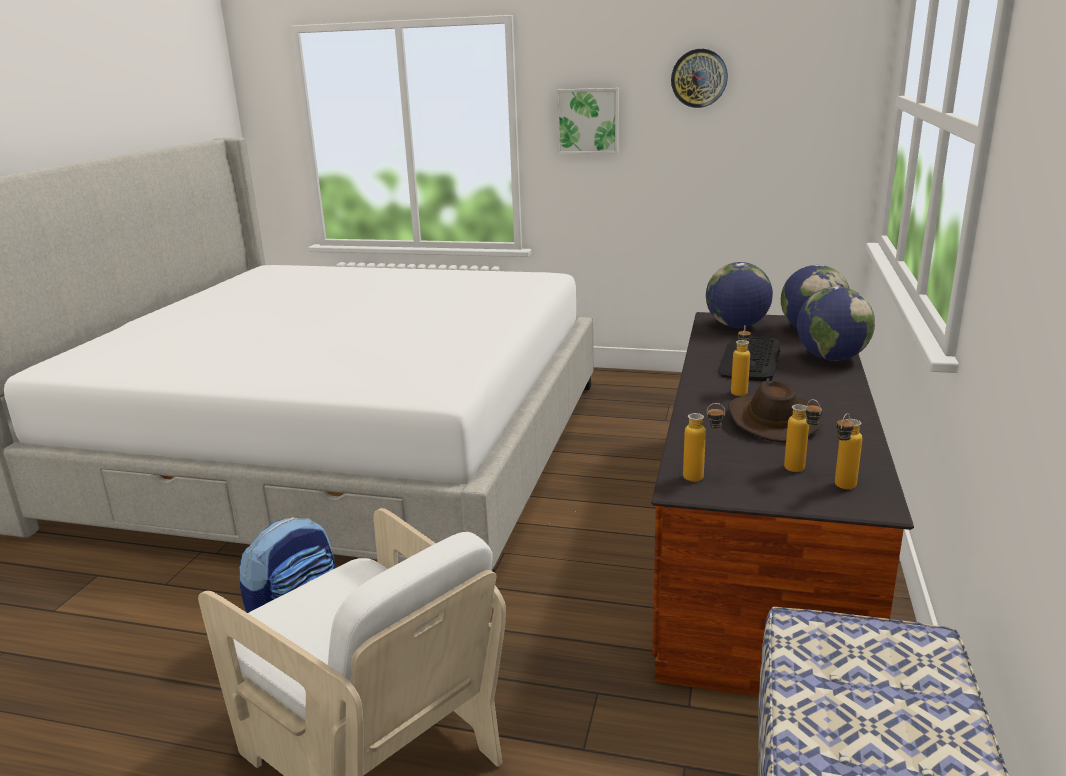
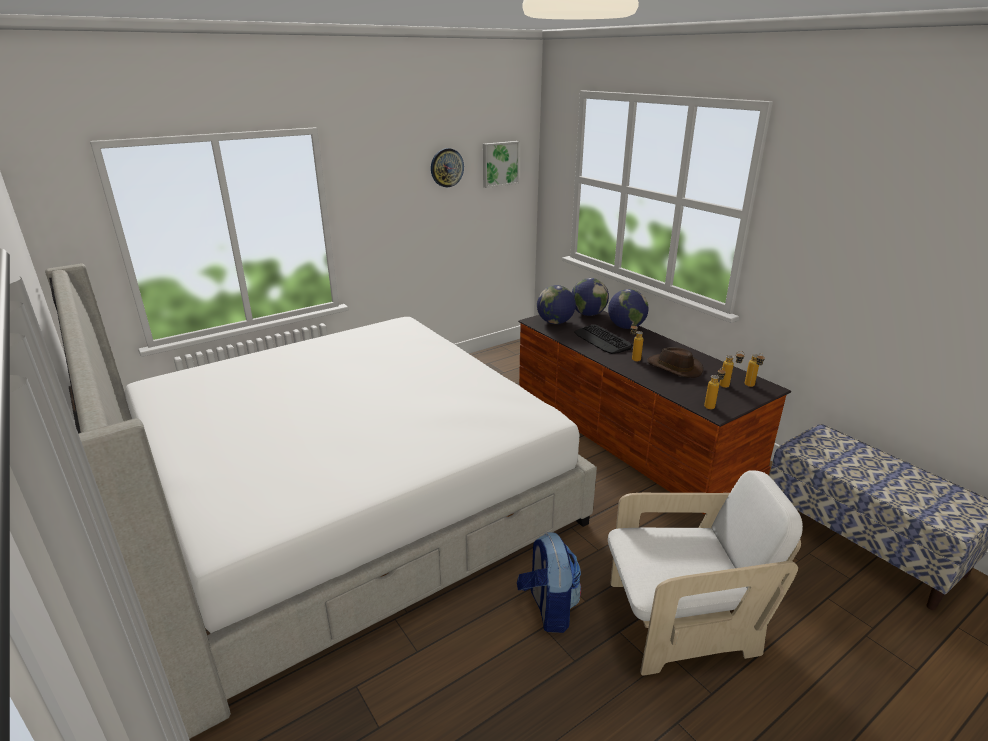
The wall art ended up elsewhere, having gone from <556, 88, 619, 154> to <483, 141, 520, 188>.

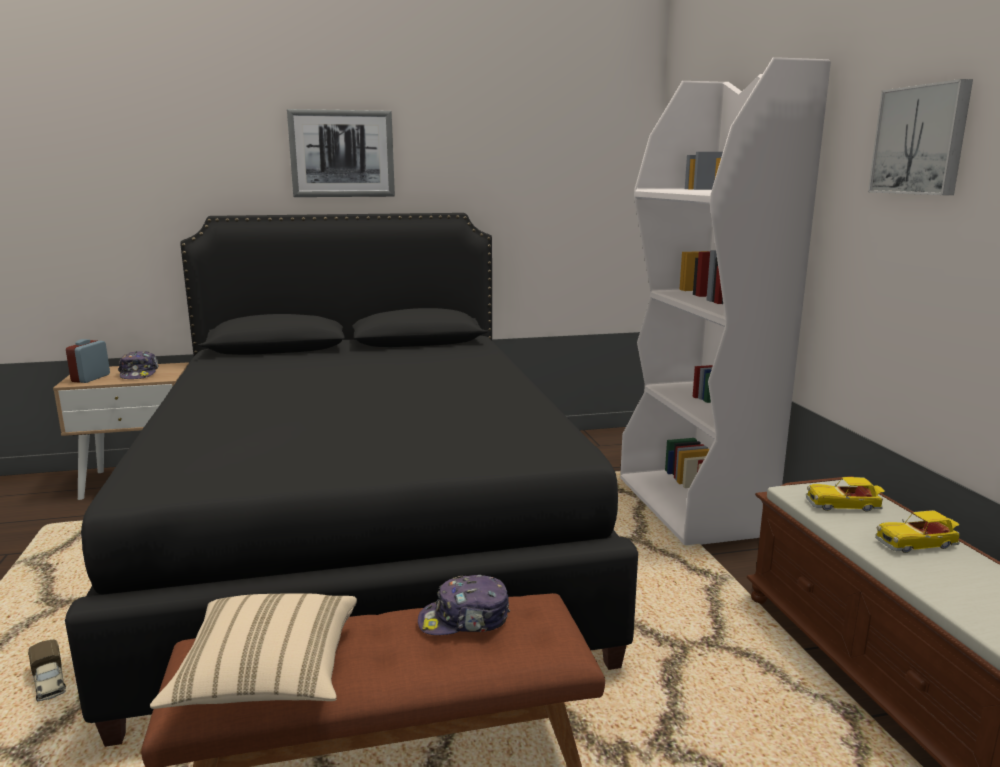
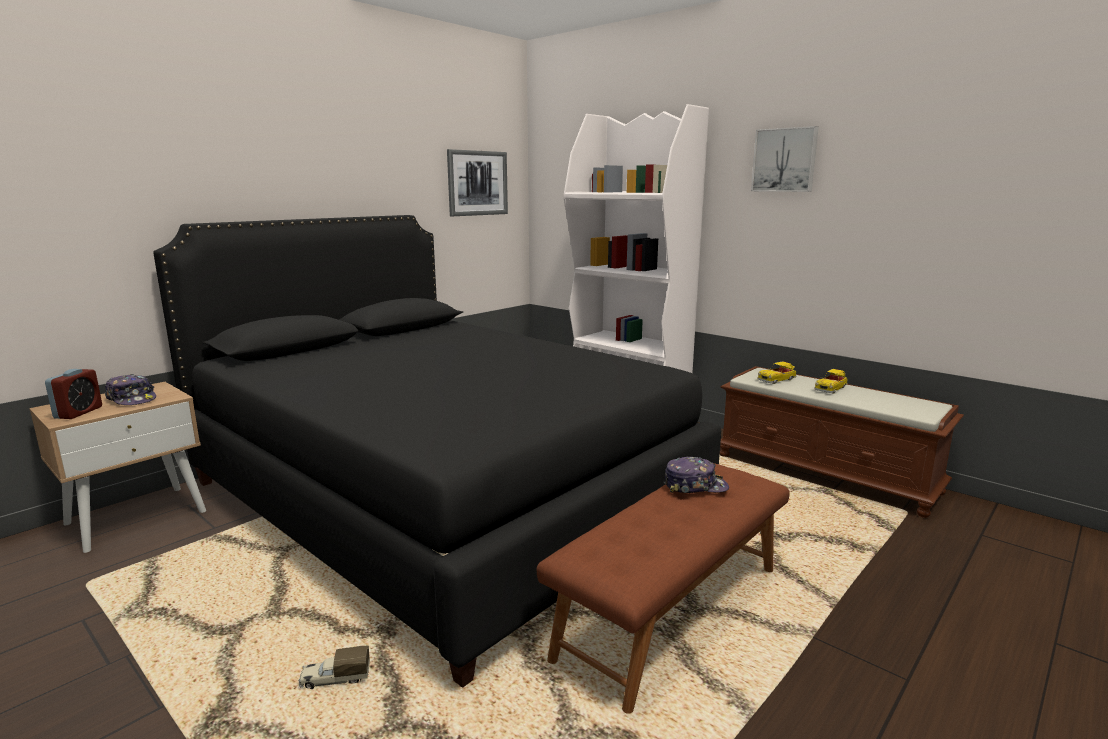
The second view lost the beige cushion at <150, 593, 357, 709>. The wall art ended up elsewhere, having gone from <287, 109, 395, 197> to <447, 149, 508, 216>. The toy truck at <28, 640, 66, 702> ended up facing another way, 150 degrees clockwise from before. The table clock at <66, 339, 110, 383> ended up facing another way, 150 degrees counterclockwise from before. The baseball cap at <418, 575, 510, 635> ended up facing another way, 135 degrees counterclockwise from before.

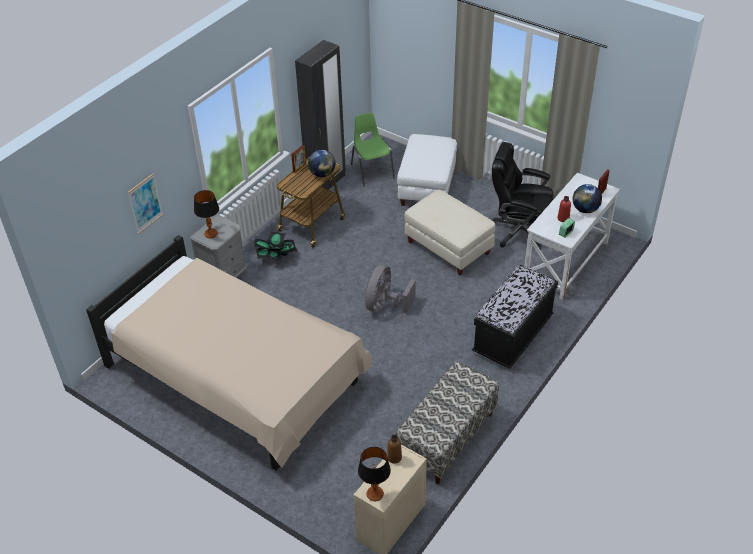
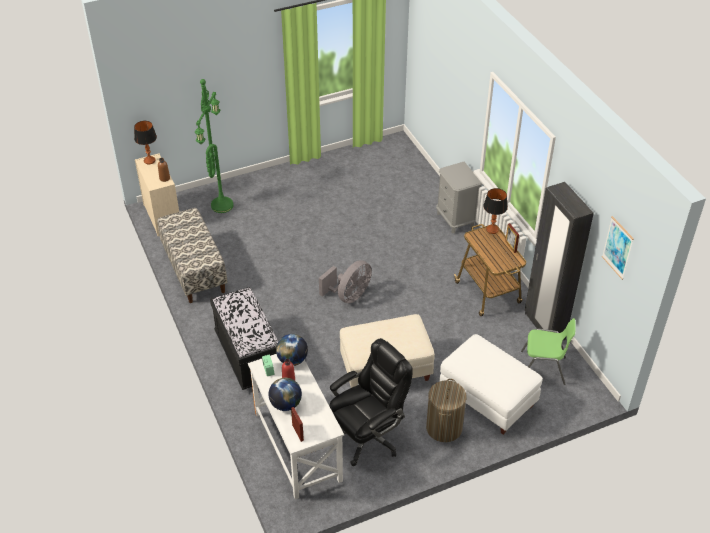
The second view lost the beige bed at <86, 235, 372, 471>. The second view lost the plant in a pot at <254, 232, 297, 260>. The second view gained the green standard lamp at <195, 79, 233, 213>. The second view gained the laundry basket at <426, 379, 467, 442>. The wall art ended up elsewhere, having gone from <128, 174, 163, 234> to <602, 216, 634, 280>. The tabletop lamp ended up elsewhere, having gone from <194, 190, 219, 238> to <483, 188, 508, 234>. The globe ended up elsewhere, having gone from <308, 150, 335, 177> to <276, 334, 308, 366>. The grey electric fan at <365, 265, 416, 314> ended up facing another way, 75 degrees clockwise from before.

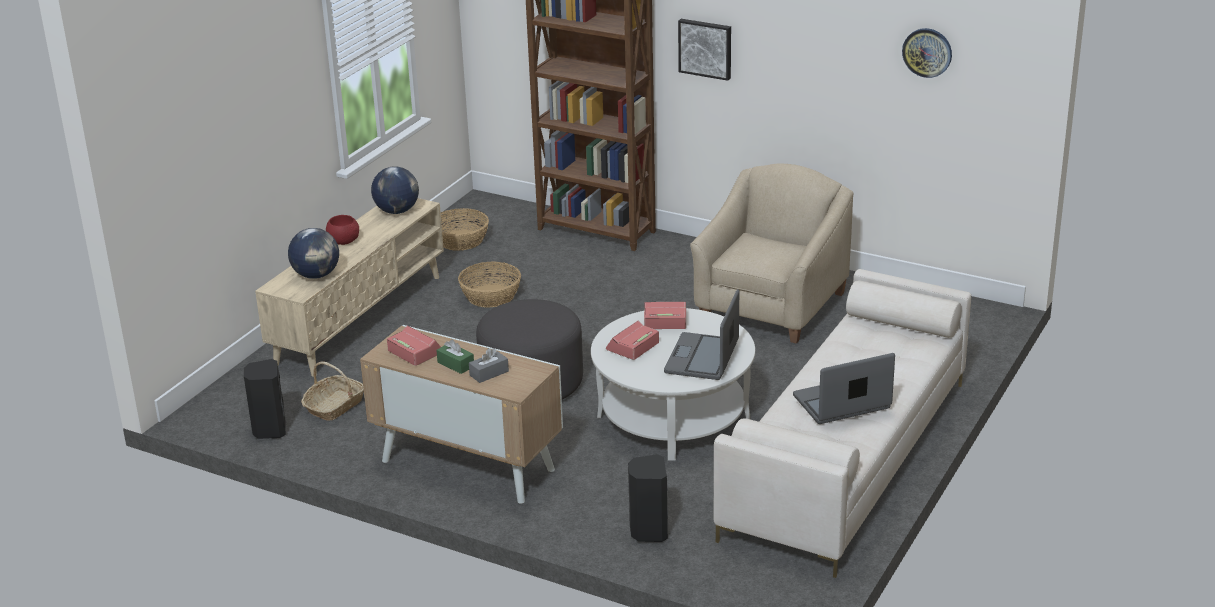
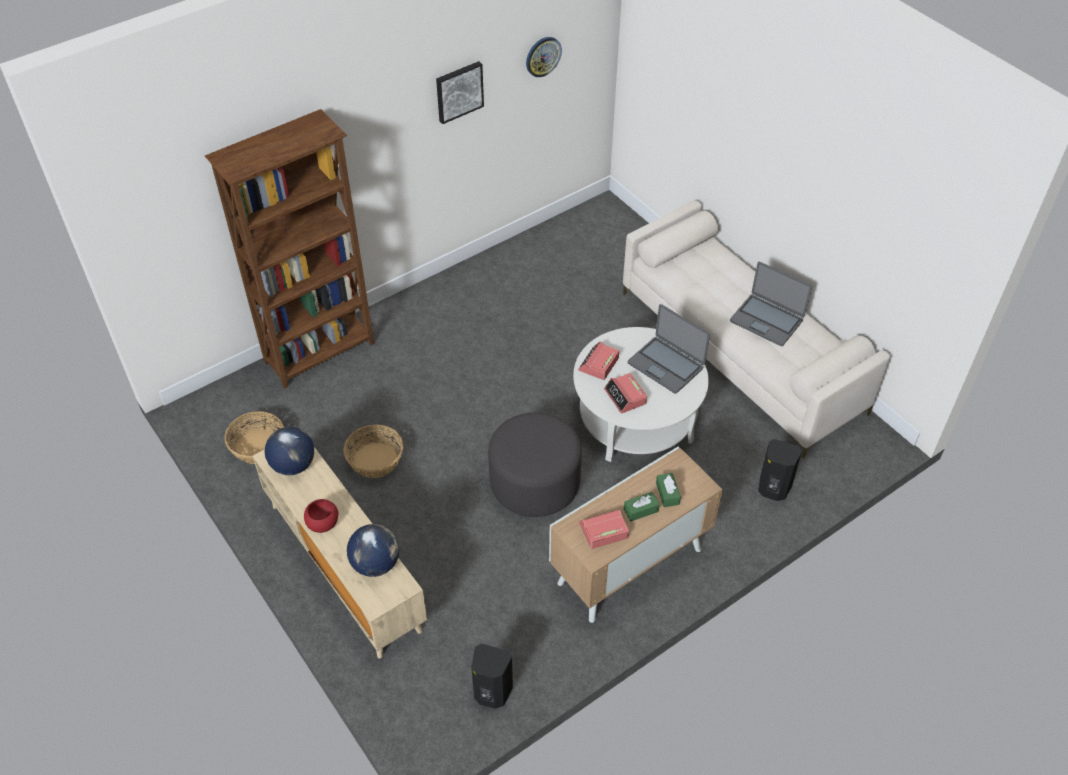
The second view lost the storage basket at <301, 361, 364, 421>. The second view lost the beige armchair at <690, 164, 853, 344>. The wall art ended up elsewhere, having gone from <678, 19, 731, 81> to <436, 61, 484, 124>. What was the grey tissue holder at <469, 348, 509, 383> turned into the green tissue holder at <656, 473, 681, 507>. The laptop at <793, 353, 895, 424> ended up facing another way, 60 degrees counterclockwise from before.

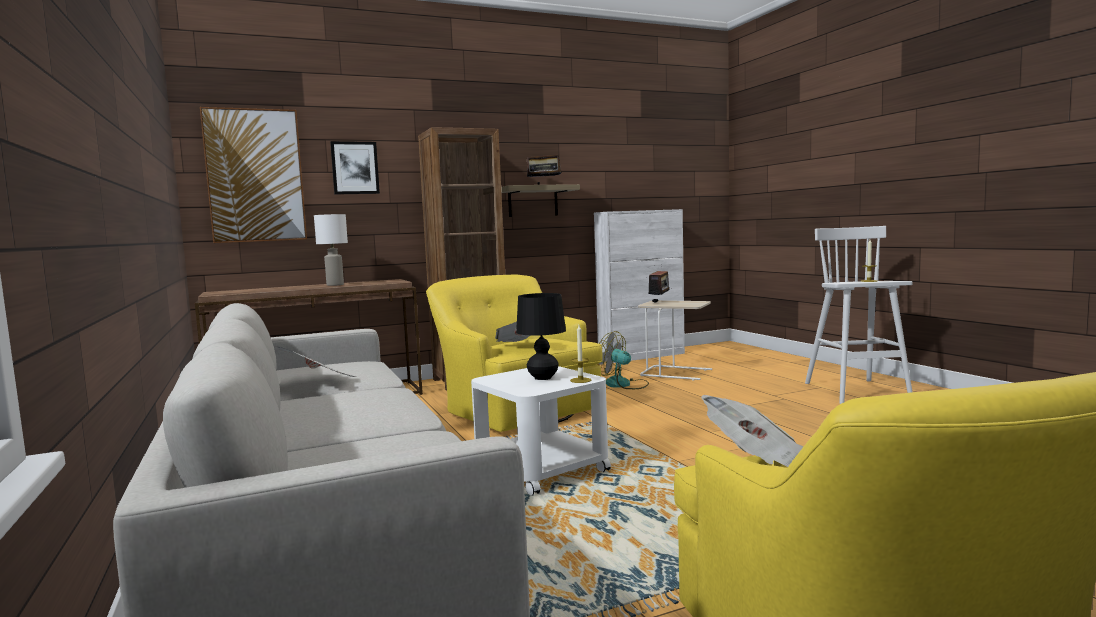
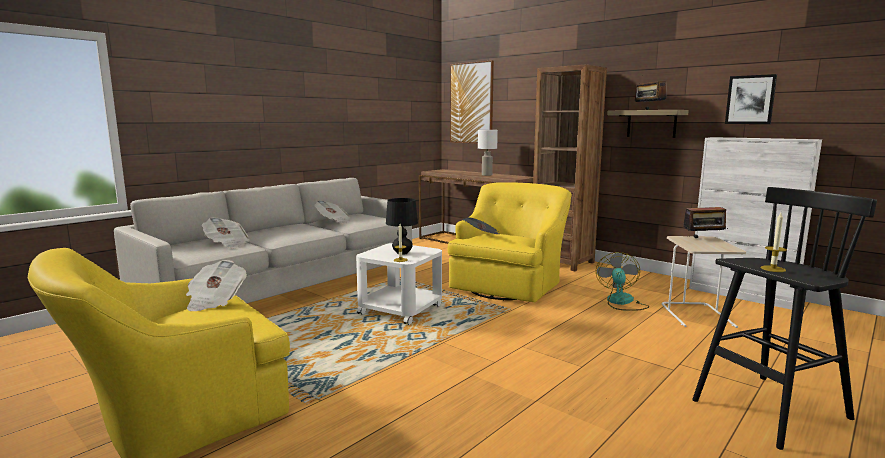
The second view gained the newspaper at <202, 217, 250, 248>. The wall art ended up elsewhere, having gone from <330, 141, 380, 194> to <725, 74, 777, 124>. What was the white-coloured stool at <805, 226, 913, 404> turned into the blackish stool at <692, 187, 877, 450>.

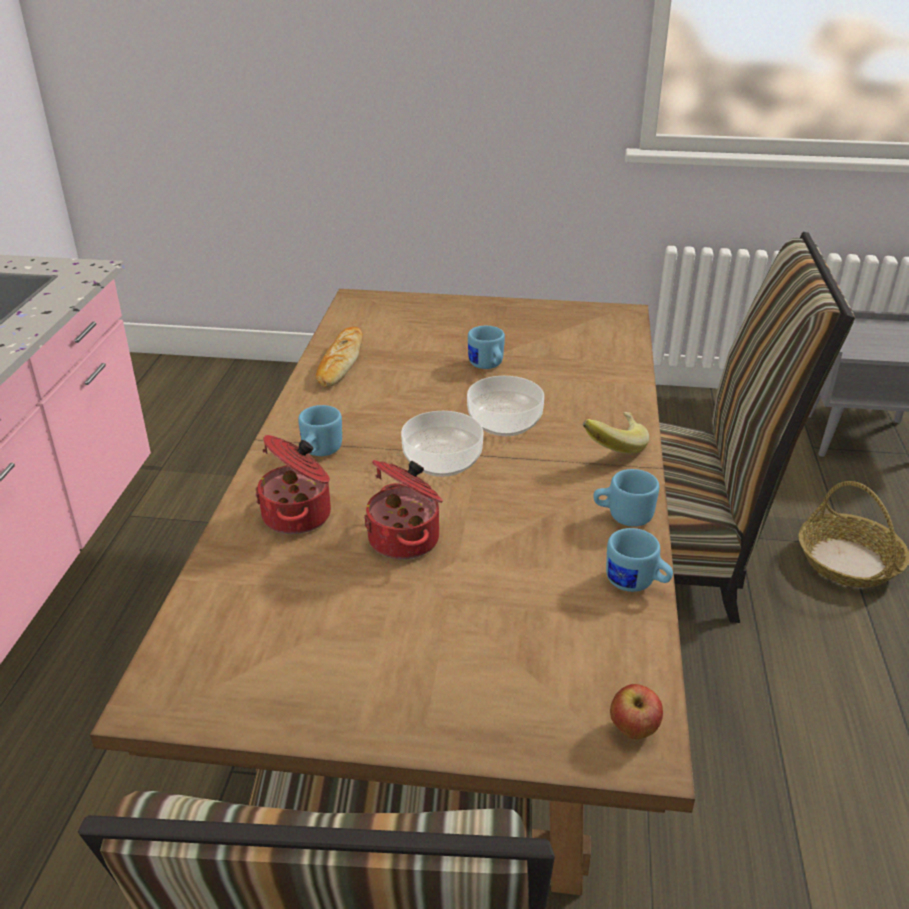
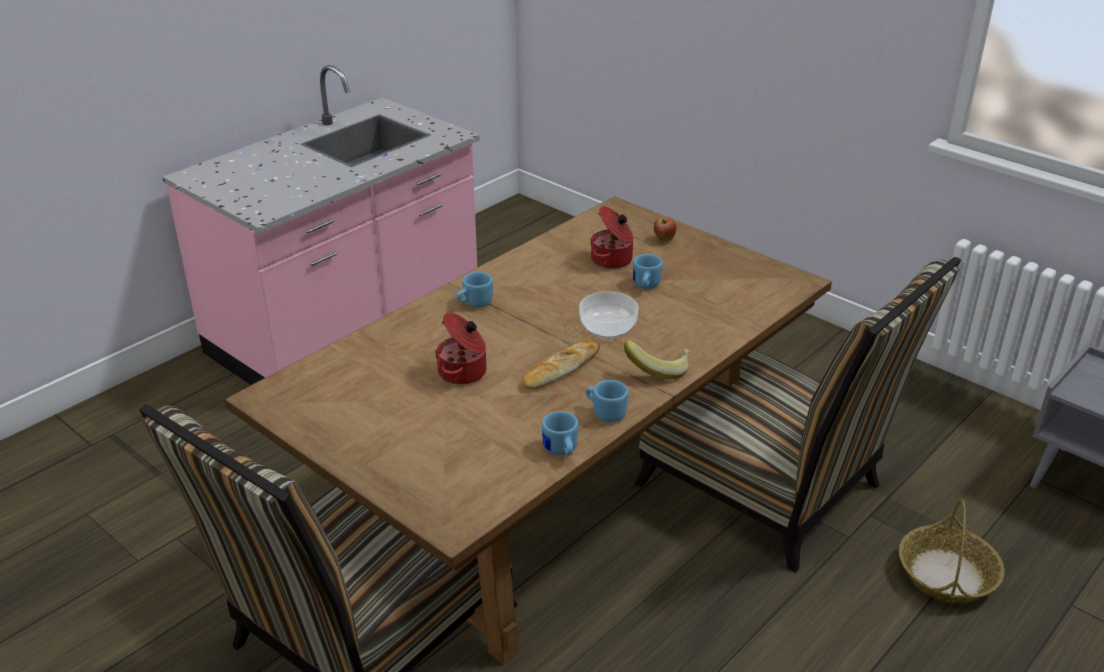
The second view lost the bowl at <401, 411, 483, 477>. The stockpot ended up elsewhere, having gone from <255, 435, 331, 534> to <590, 206, 633, 269>. The bakery bread ended up elsewhere, having gone from <316, 327, 363, 387> to <522, 340, 600, 390>. The apple fruit ended up elsewhere, having gone from <610, 684, 663, 739> to <654, 217, 676, 242>.

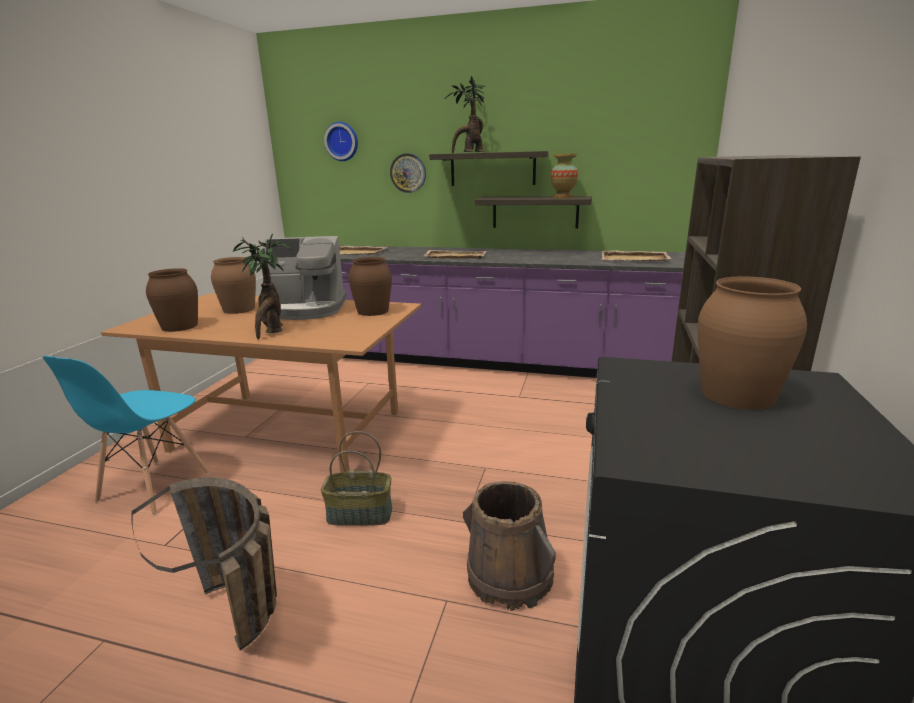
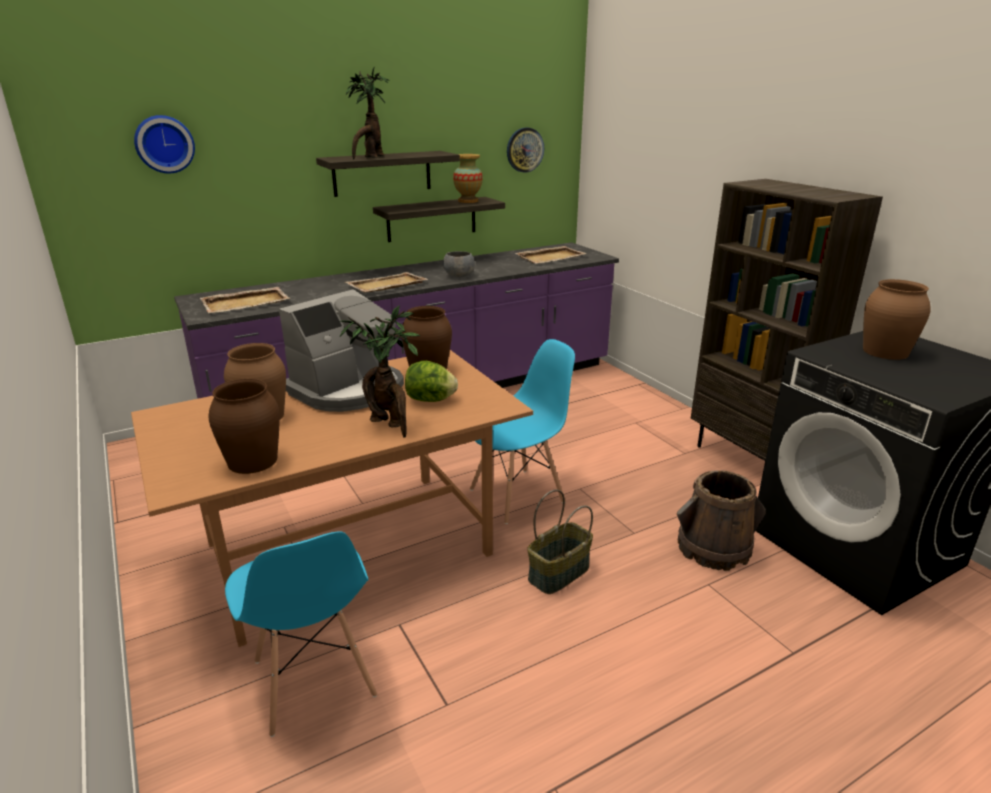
The second view lost the storage basket at <131, 477, 277, 650>. The second view gained the head of lettuce at <405, 361, 458, 402>. The second view gained the grey bowl at <443, 251, 475, 277>. The second view gained the blue plain chair at <470, 339, 575, 524>. The wall clock ended up elsewhere, having gone from <390, 153, 426, 193> to <507, 128, 544, 173>.

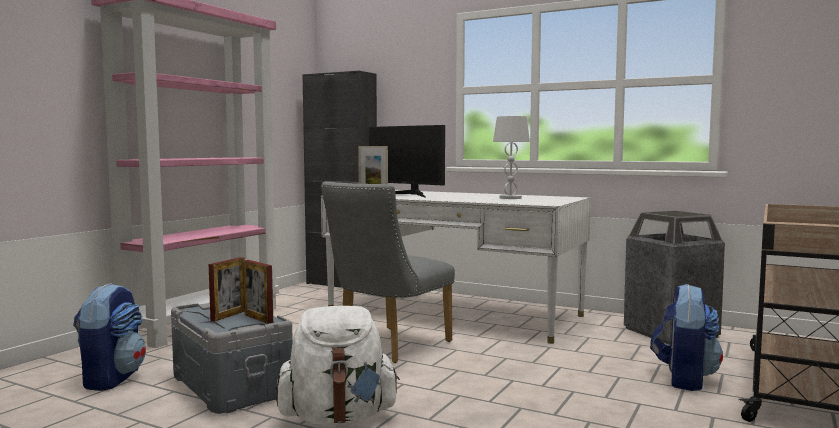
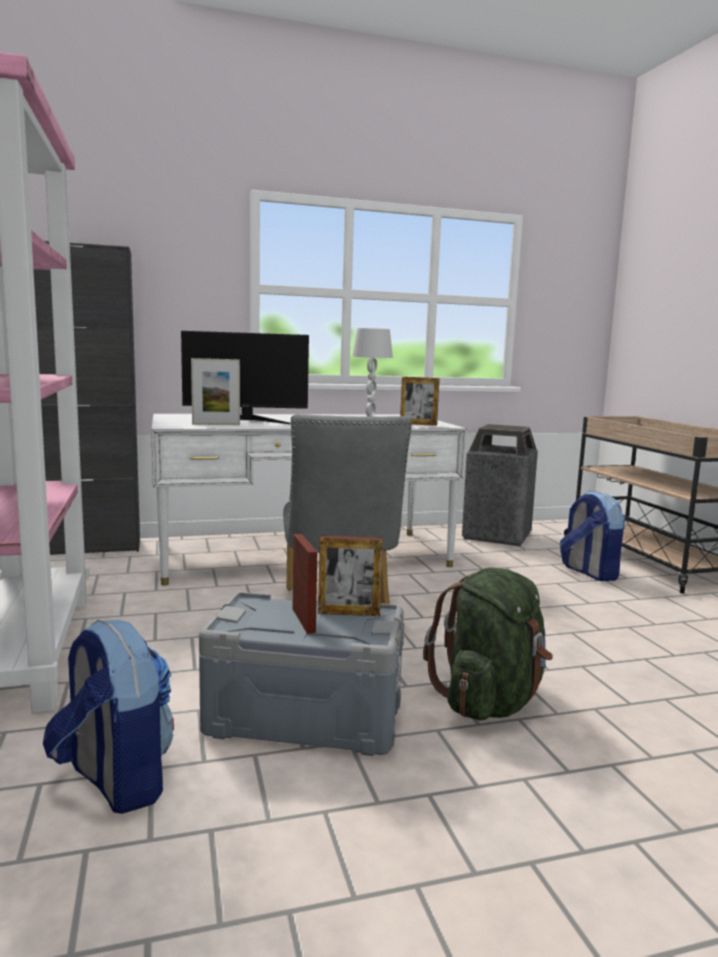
The second view gained the photo frame at <400, 377, 440, 426>. What was the white-coloured knapsack at <276, 306, 400, 425> turned into the green knapsack at <423, 567, 553, 721>.

